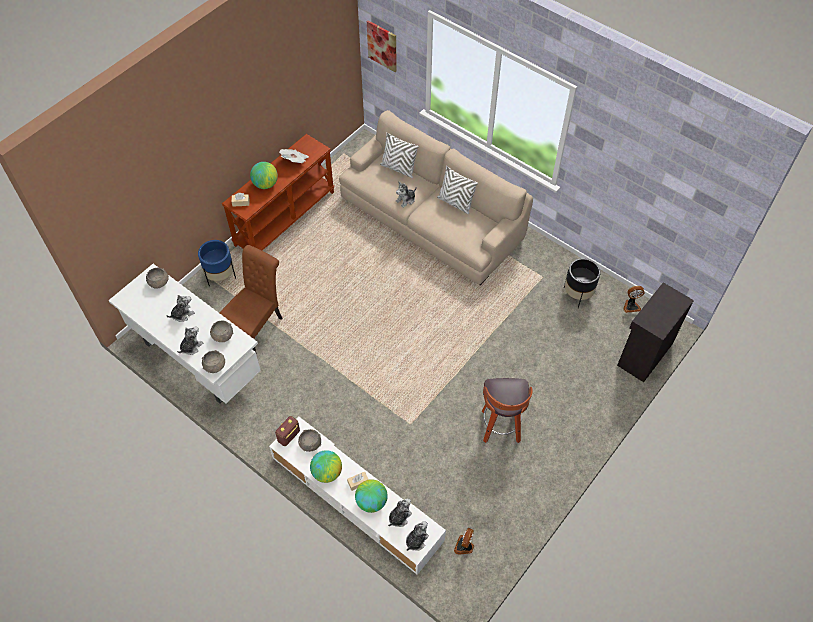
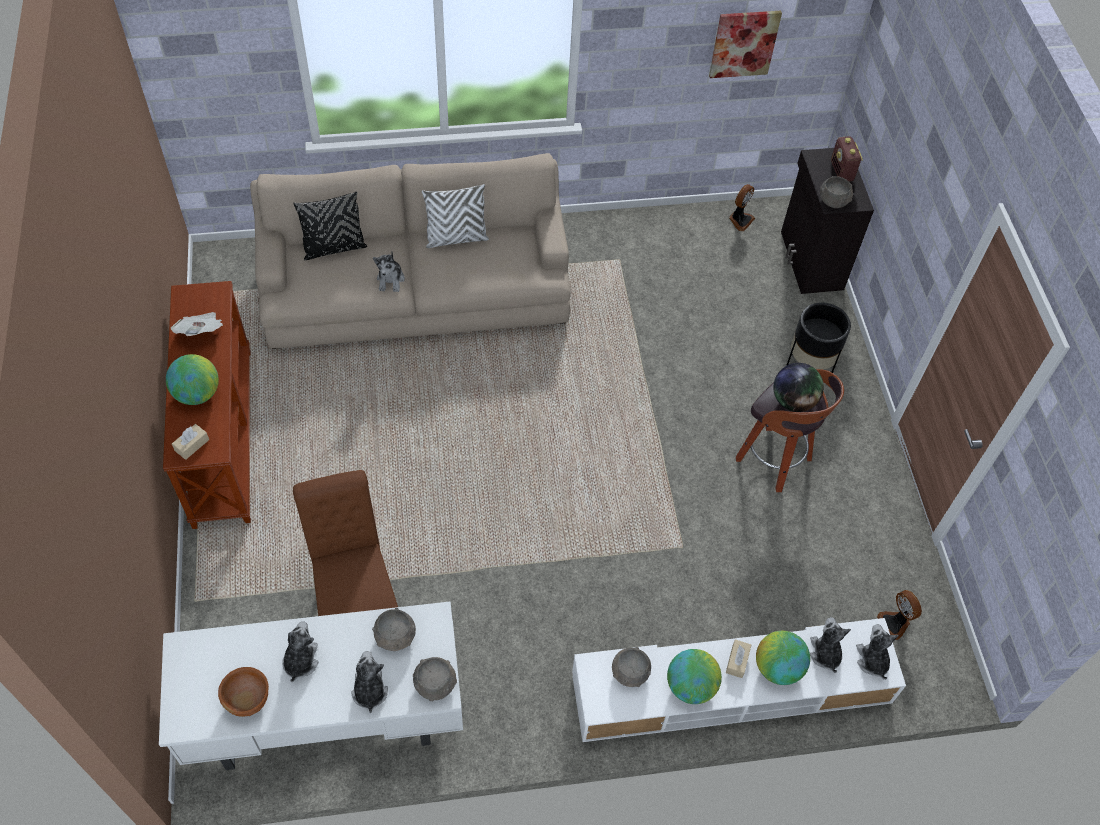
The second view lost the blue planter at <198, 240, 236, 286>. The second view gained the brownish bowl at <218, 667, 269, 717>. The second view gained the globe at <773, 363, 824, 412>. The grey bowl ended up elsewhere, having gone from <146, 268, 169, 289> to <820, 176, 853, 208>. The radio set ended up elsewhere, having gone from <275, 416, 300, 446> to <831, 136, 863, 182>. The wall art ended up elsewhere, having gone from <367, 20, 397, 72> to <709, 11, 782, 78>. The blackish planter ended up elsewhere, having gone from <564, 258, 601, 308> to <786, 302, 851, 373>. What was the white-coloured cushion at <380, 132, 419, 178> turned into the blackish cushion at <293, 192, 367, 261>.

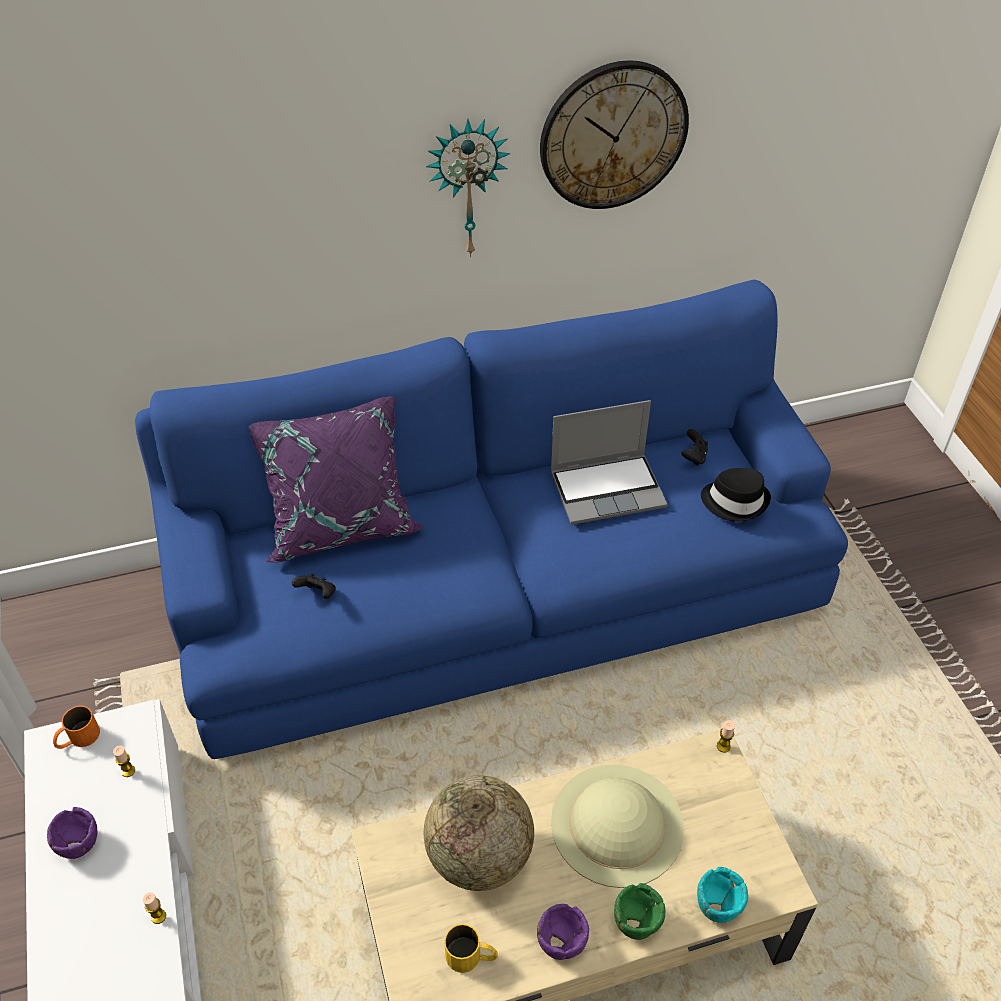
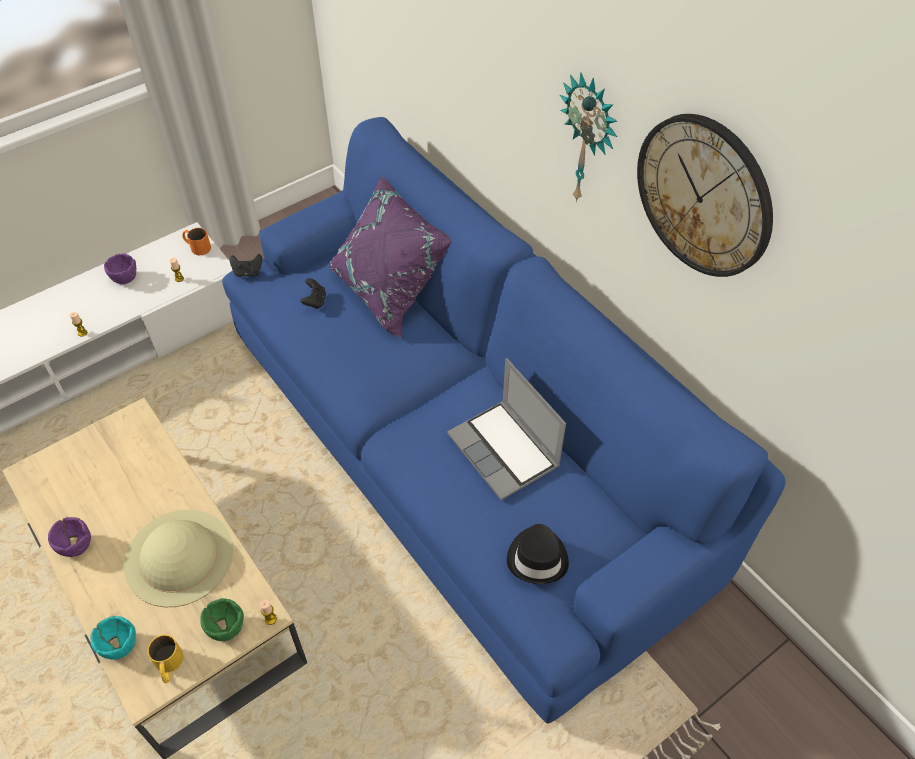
The second view lost the globe at <424, 775, 534, 891>. The yellow tea mug ended up elsewhere, having gone from <444, 924, 498, 973> to <147, 635, 183, 683>. The green bowl ended up elsewhere, having gone from <614, 883, 665, 940> to <200, 598, 244, 641>. The blackish game controller ended up elsewhere, having gone from <682, 429, 708, 466> to <230, 254, 262, 277>.

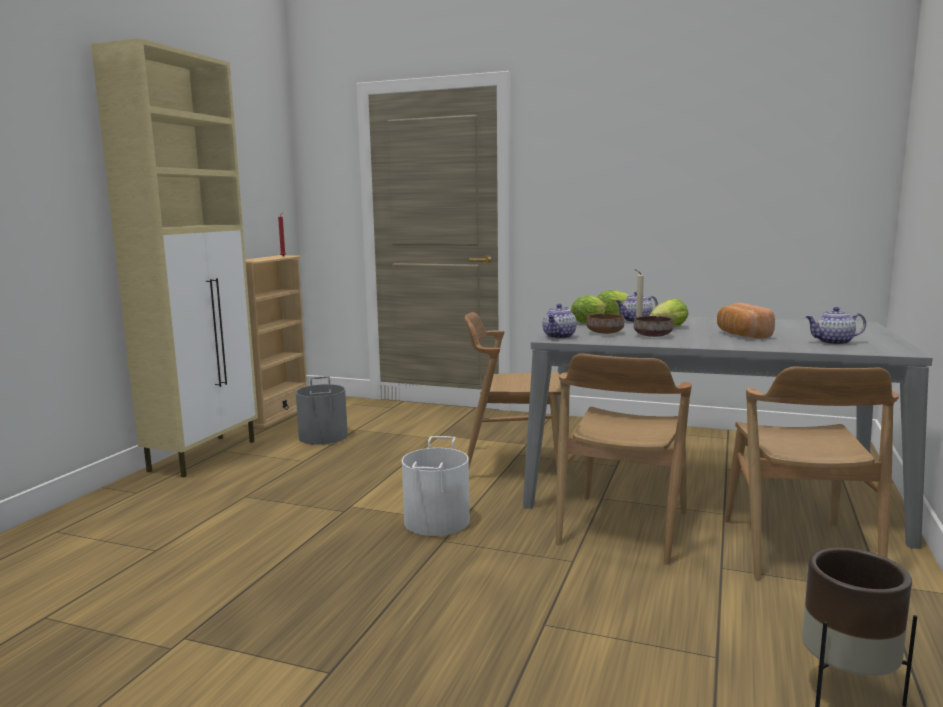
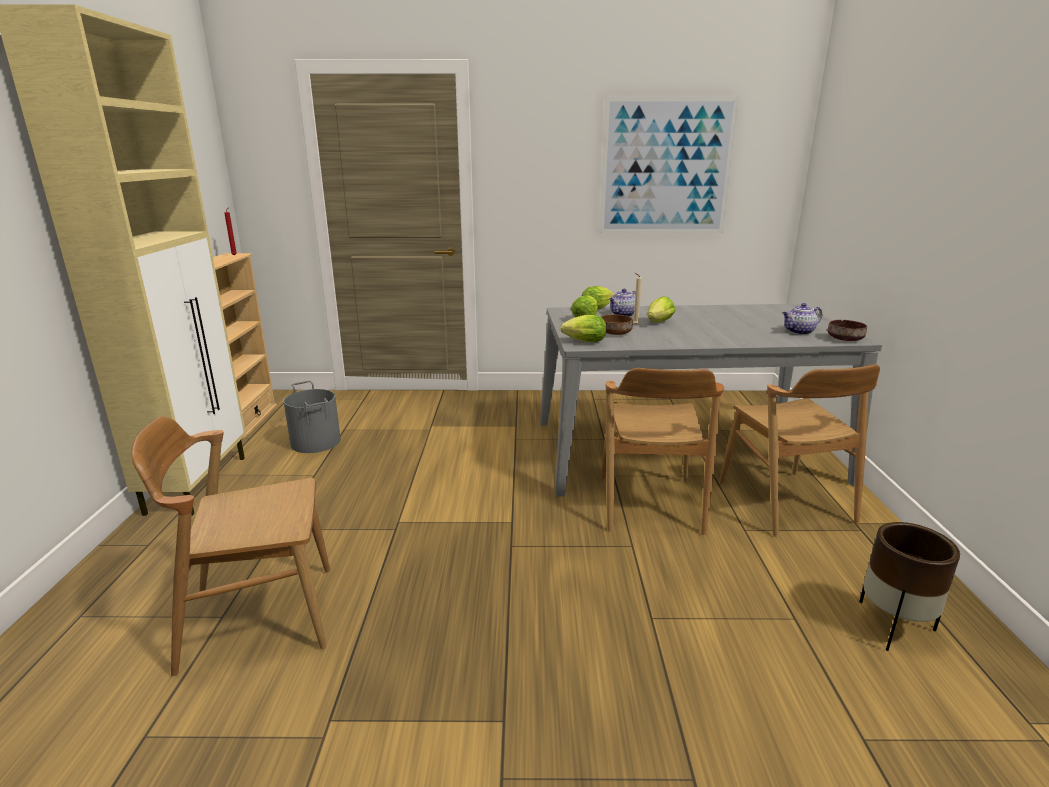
The second view lost the white-coloured pail at <402, 436, 470, 536>. The second view lost the bakery bread at <717, 303, 775, 339>. The second view gained the wall art at <599, 97, 739, 233>. The brownish plain chair ended up elsewhere, having gone from <465, 312, 561, 469> to <131, 416, 330, 676>. The brownish bowl ended up elsewhere, having gone from <634, 316, 673, 337> to <828, 320, 867, 341>. Where the pot for tea stood at <542, 304, 577, 339>, the head of lettuce came to stand at <560, 315, 606, 342>.

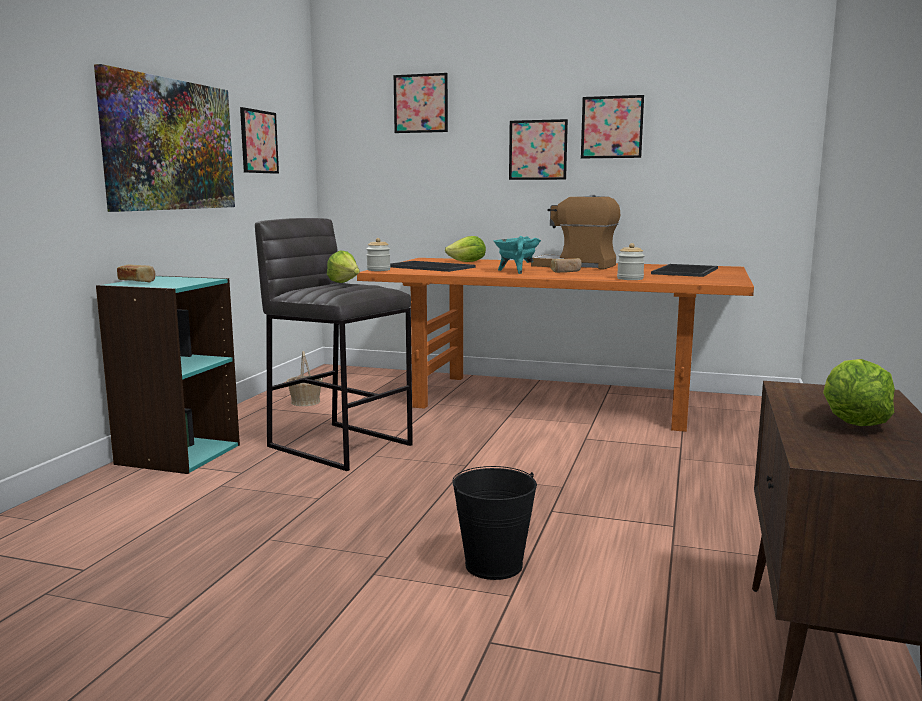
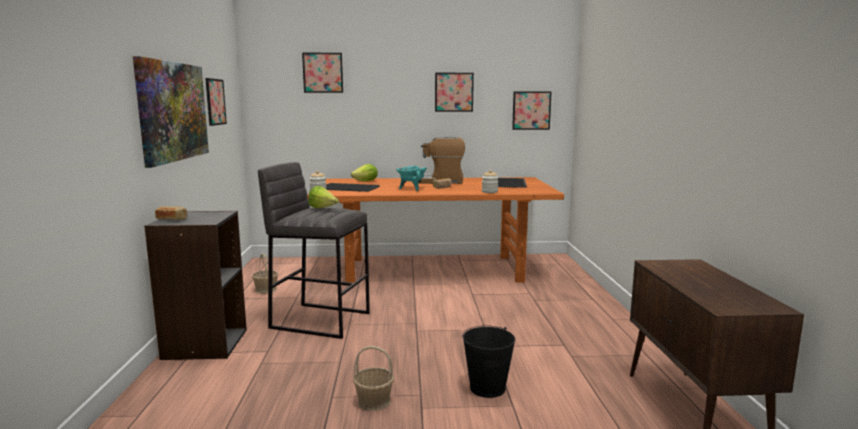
The second view lost the head of lettuce at <823, 359, 895, 426>. The second view gained the storage basket at <353, 346, 394, 411>. The wall art ended up elsewhere, having gone from <509, 119, 568, 180> to <512, 91, 552, 130>. What was the blue-green bookshelf at <96, 276, 240, 474> turned into the blackish bookshelf at <144, 211, 247, 360>.

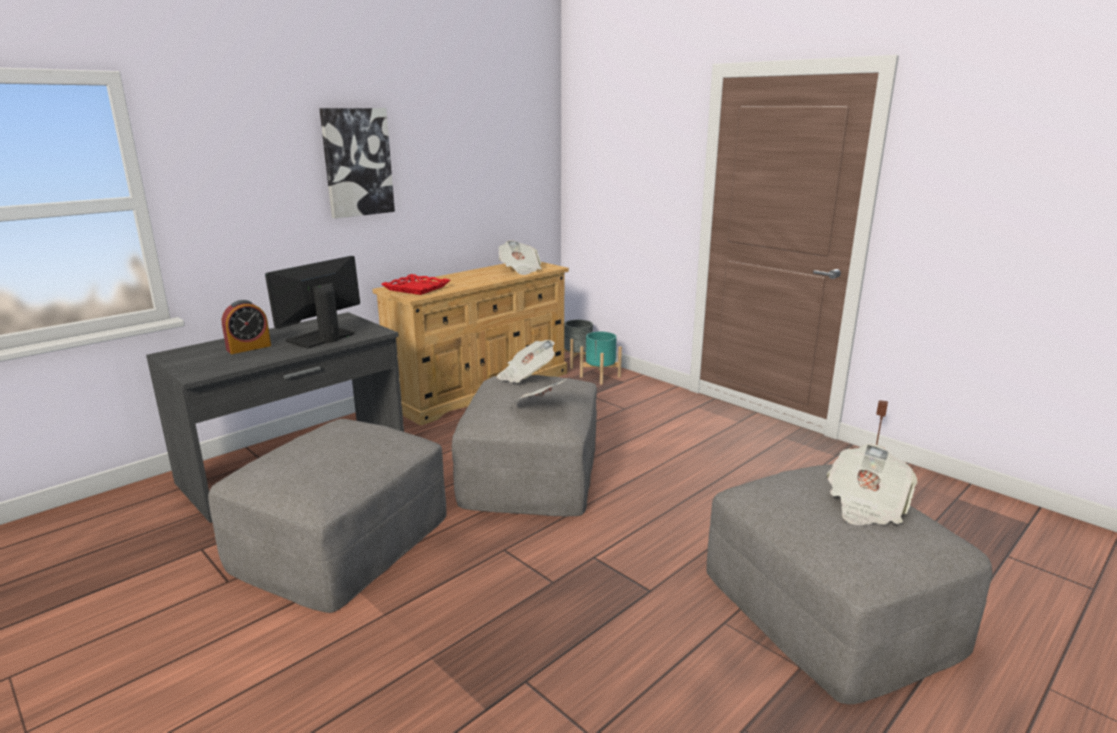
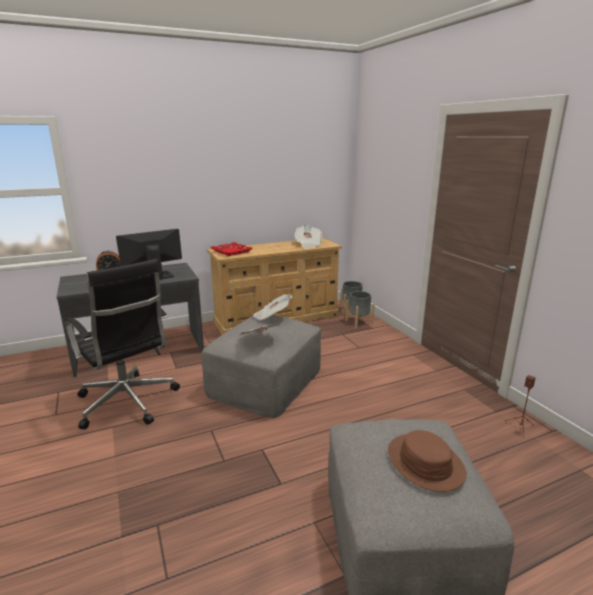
The second view lost the wall art at <319, 108, 395, 219>. Where the grey ottoman stood at <208, 419, 447, 613>, the blackish computer chair came to stand at <65, 259, 180, 429>. Where the newspaper stood at <827, 444, 918, 525>, the brownish wearable hat came to stand at <388, 430, 467, 492>. What was the blue-green planter at <580, 332, 622, 385> turned into the grey planter at <345, 291, 375, 328>.

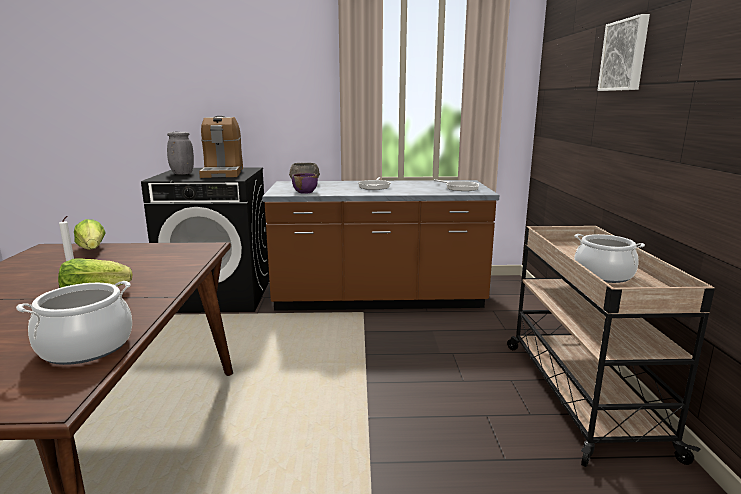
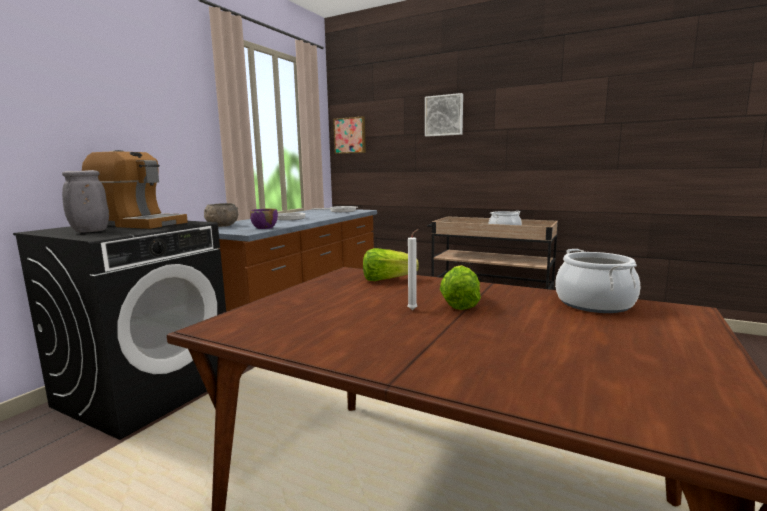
The second view gained the wall art at <333, 116, 366, 154>. The head of lettuce ended up elsewhere, having gone from <74, 219, 105, 250> to <363, 248, 419, 281>.

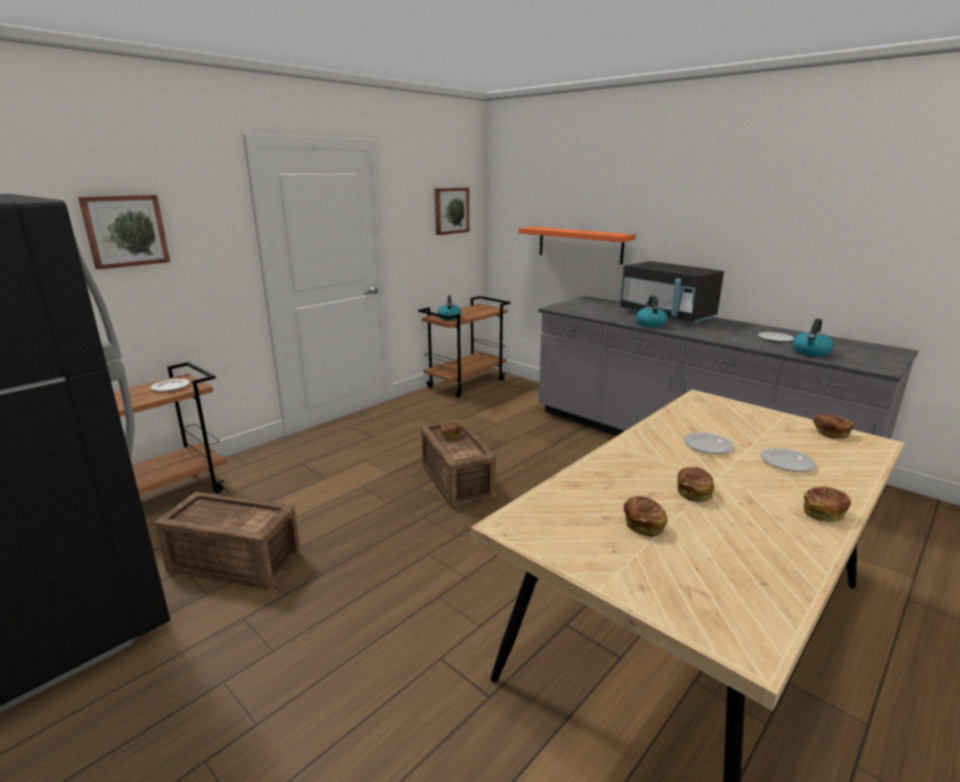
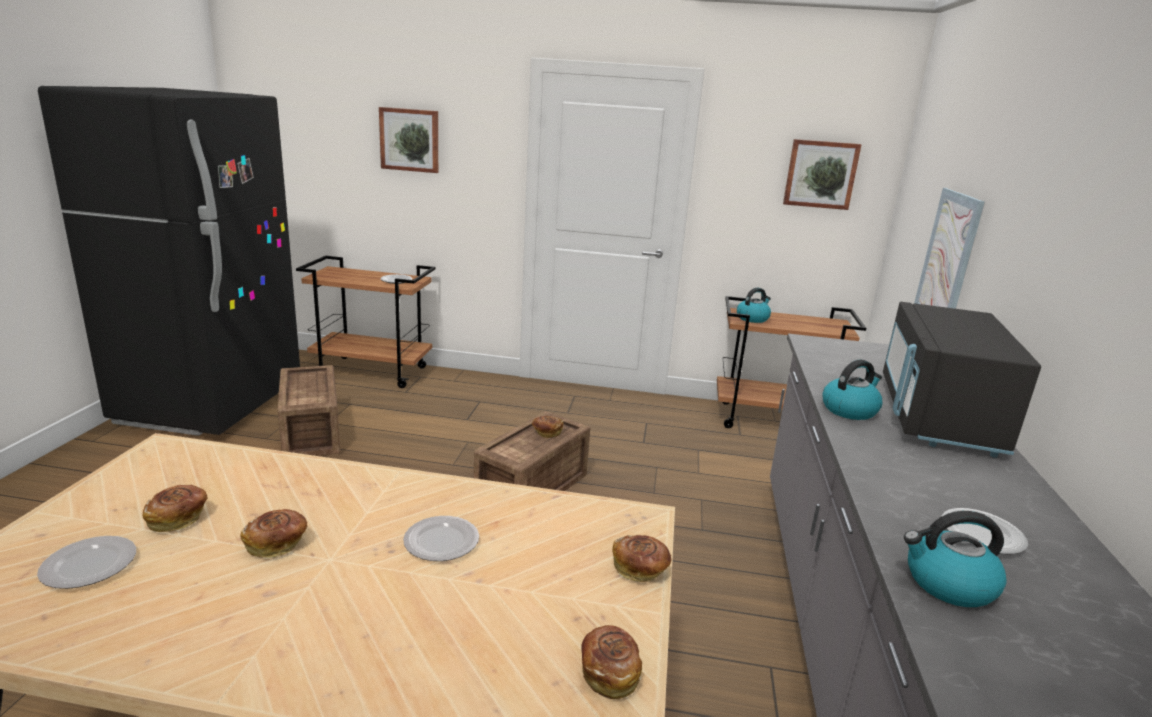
The plate ended up elsewhere, having gone from <761, 448, 816, 472> to <37, 536, 136, 589>. The bakery bread ended up elsewhere, having gone from <804, 486, 851, 523> to <612, 535, 672, 582>. Where the orange bracket shelf hung at <518, 227, 635, 265>, the wall art came to hang at <914, 188, 985, 309>.

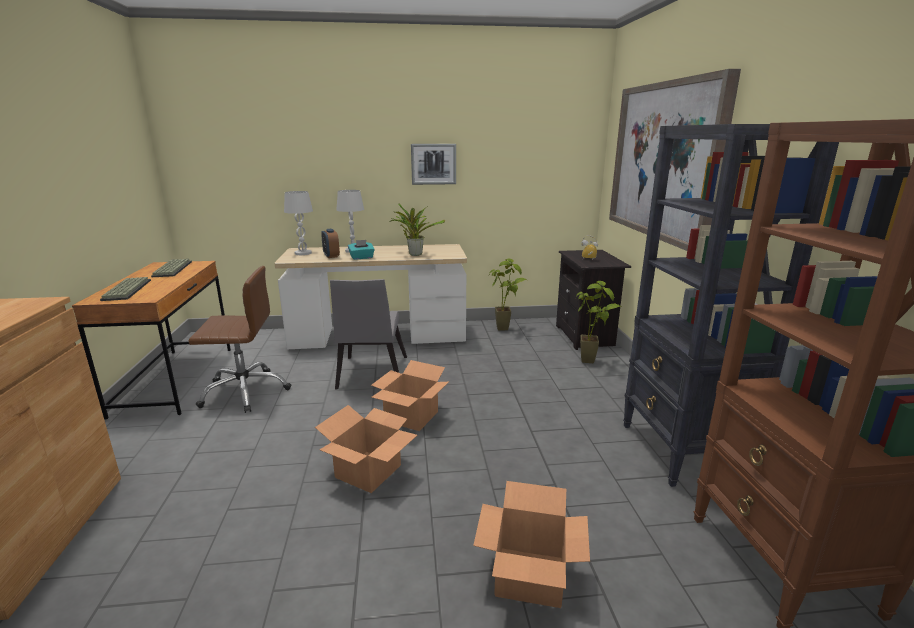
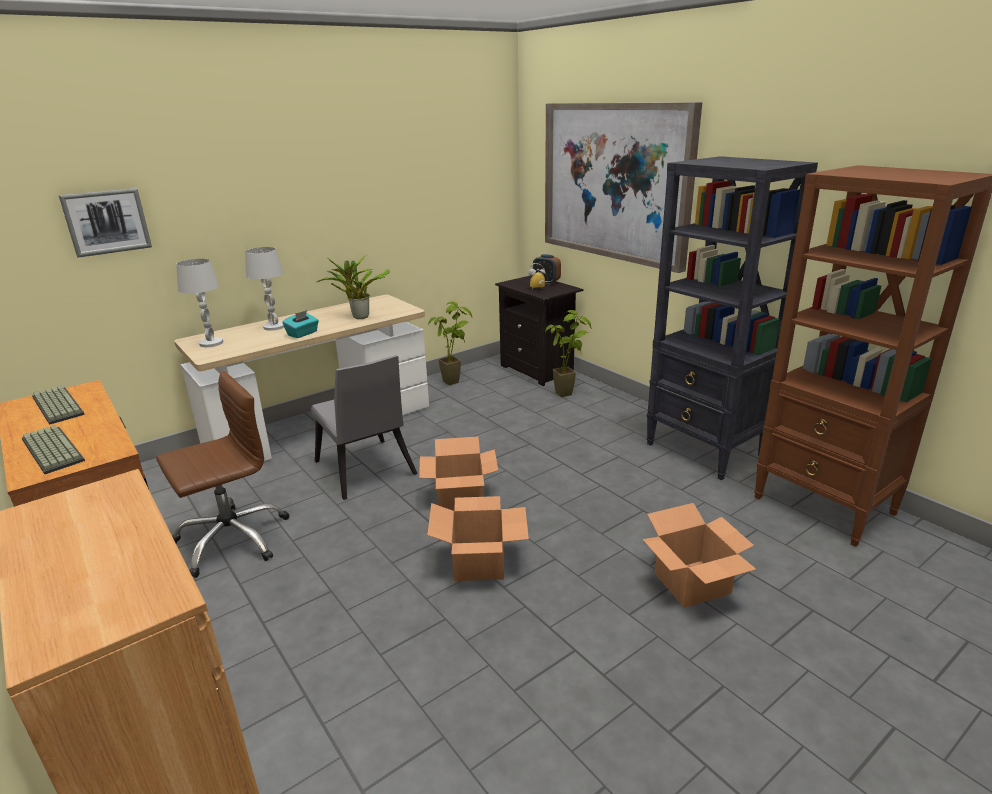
The table clock ended up elsewhere, having gone from <321, 229, 340, 258> to <533, 254, 561, 285>. The wall art ended up elsewhere, having gone from <411, 144, 456, 185> to <59, 188, 152, 258>.

